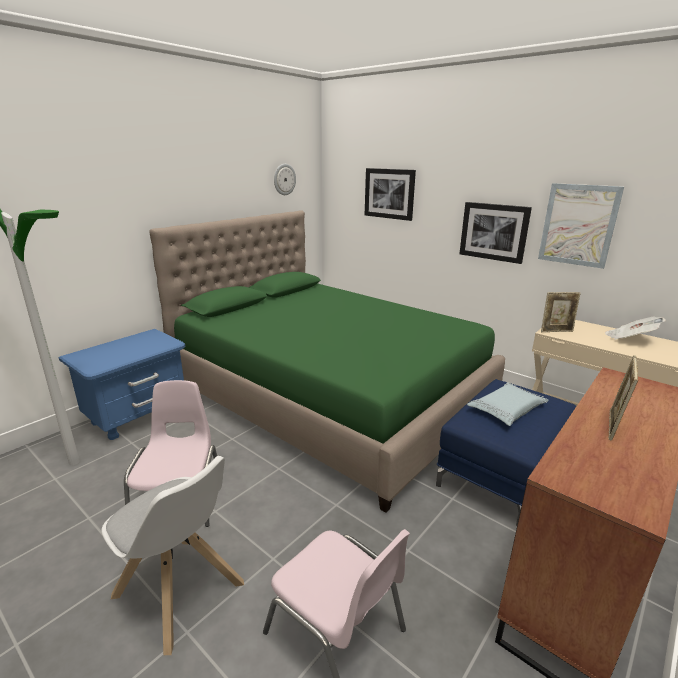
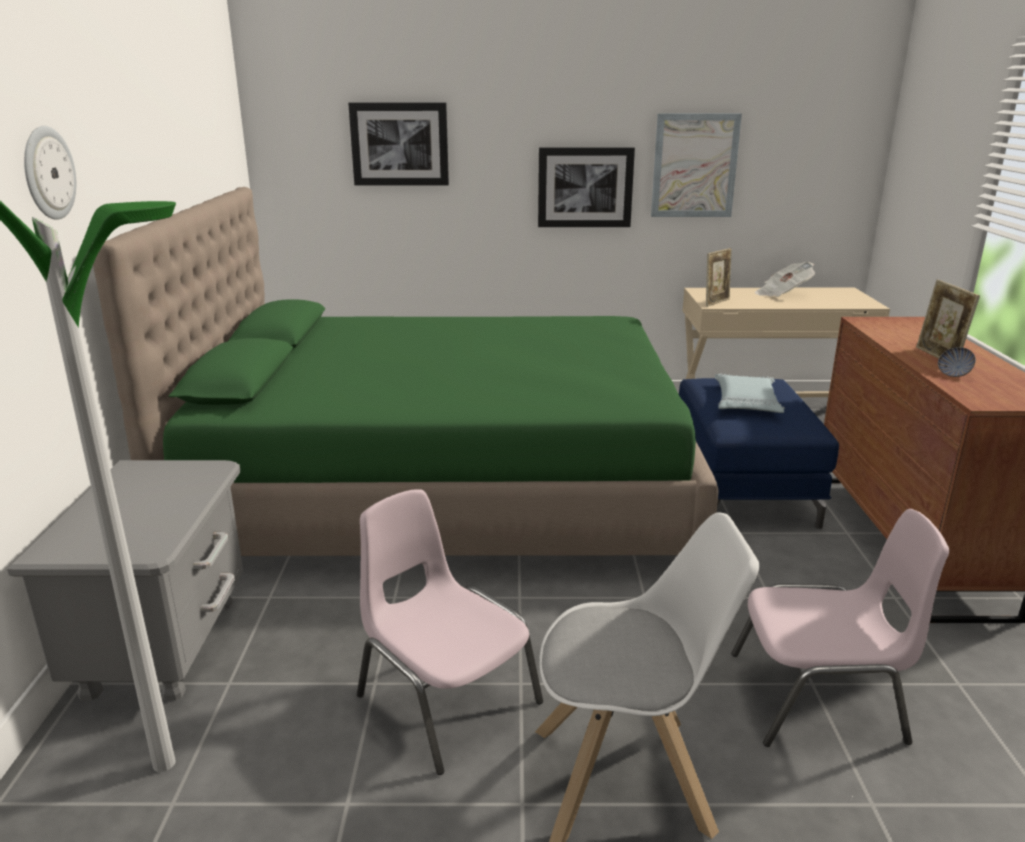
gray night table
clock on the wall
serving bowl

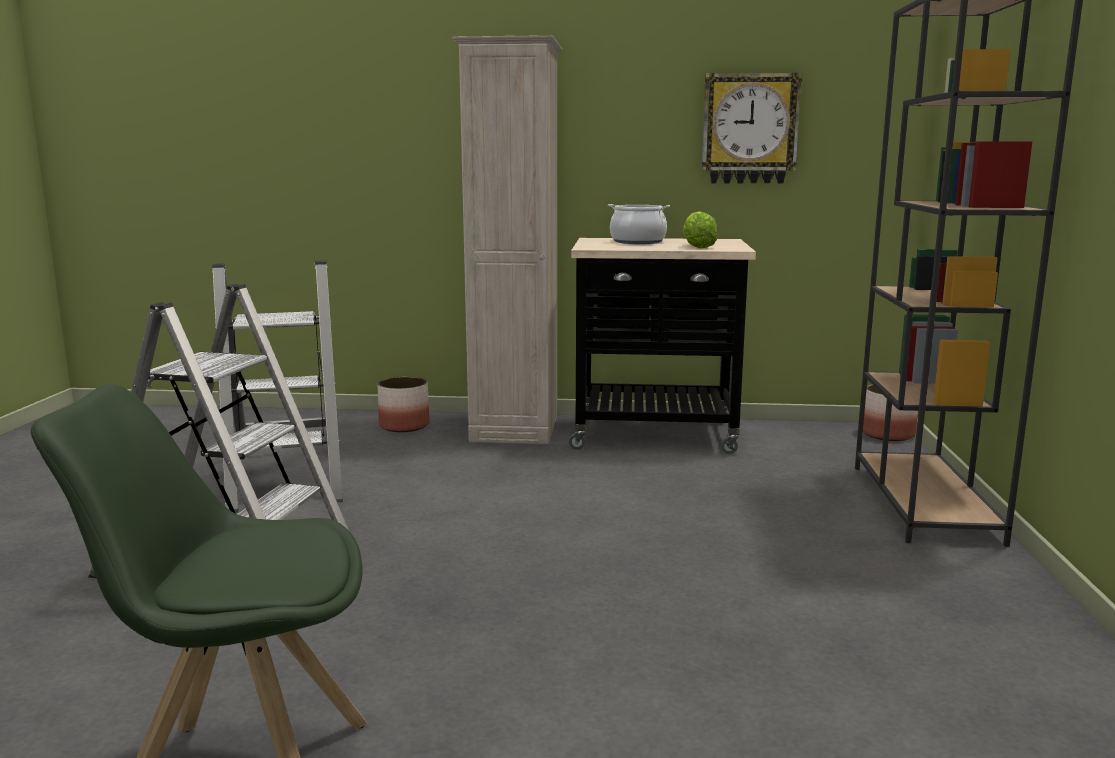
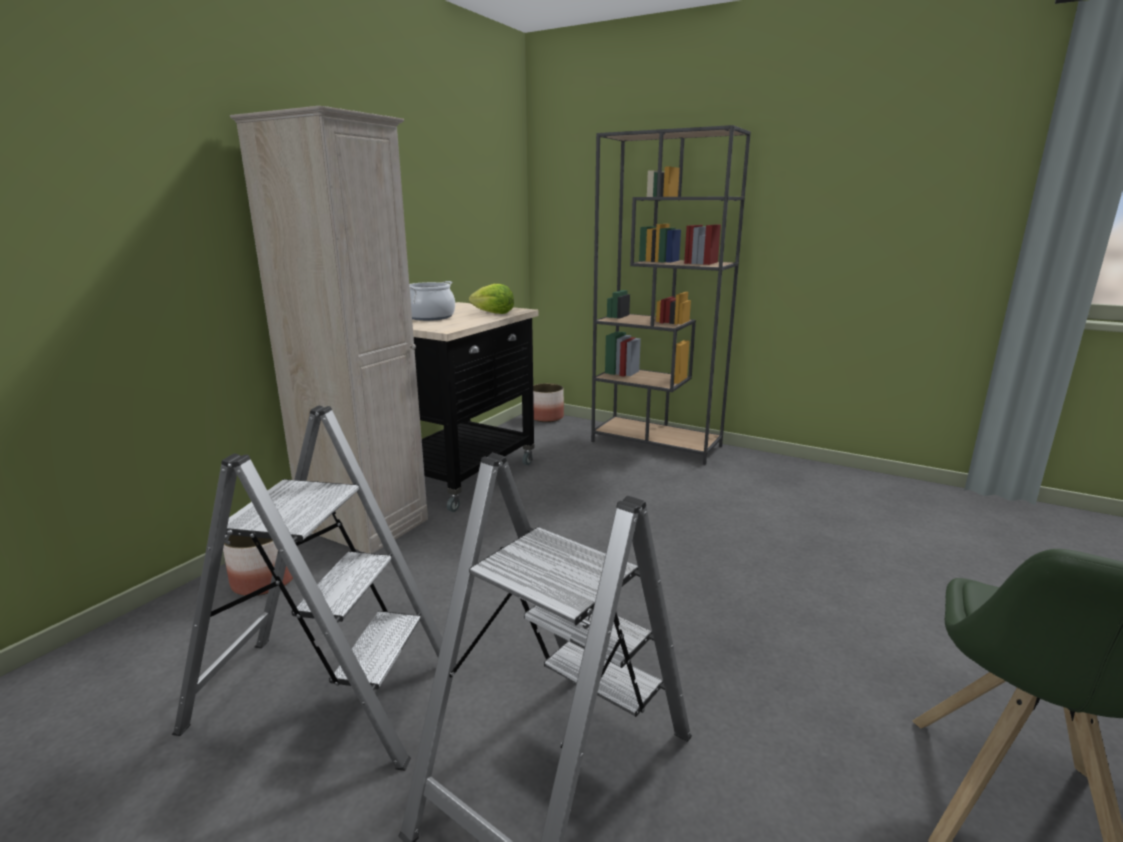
clock on the wall

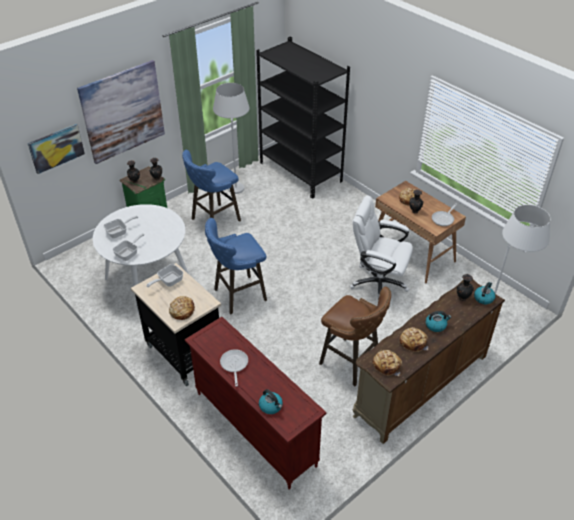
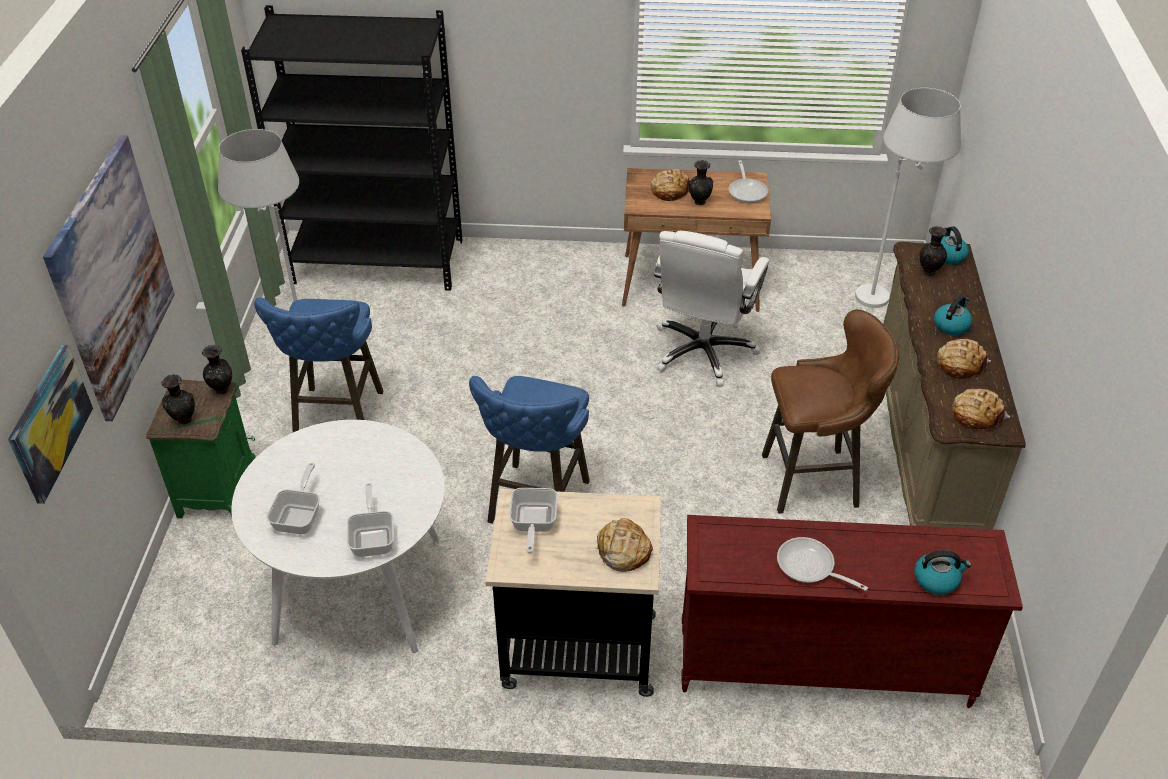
whitish desk chair

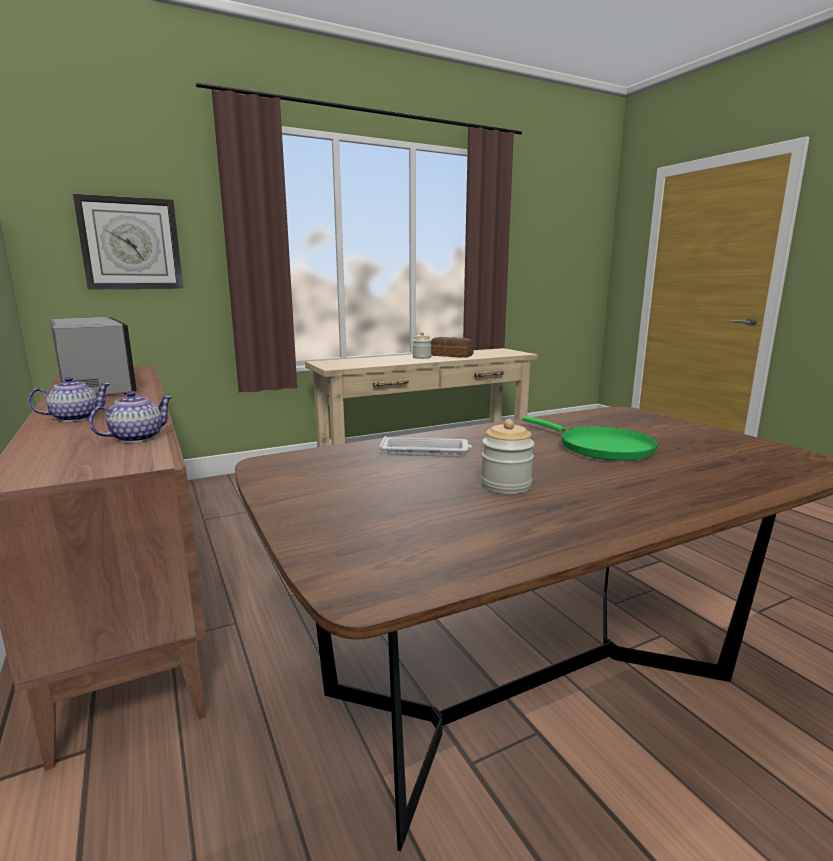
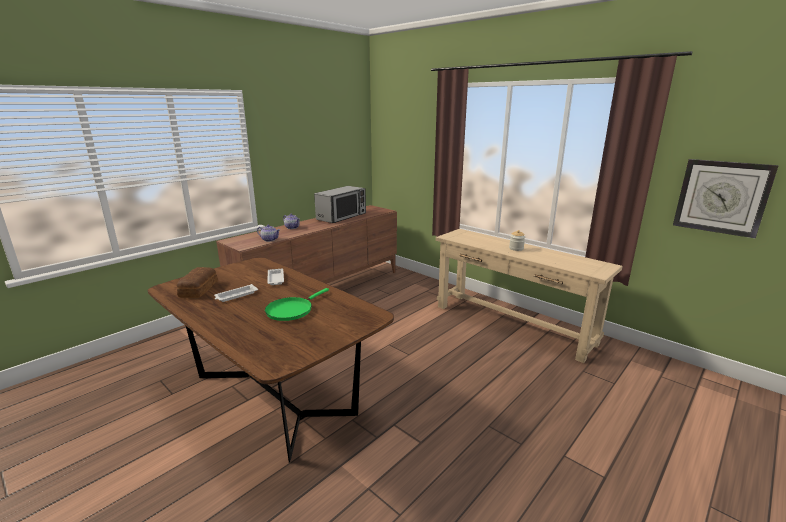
baked bread
whitish serving tray (1st from left)
clock on the wall

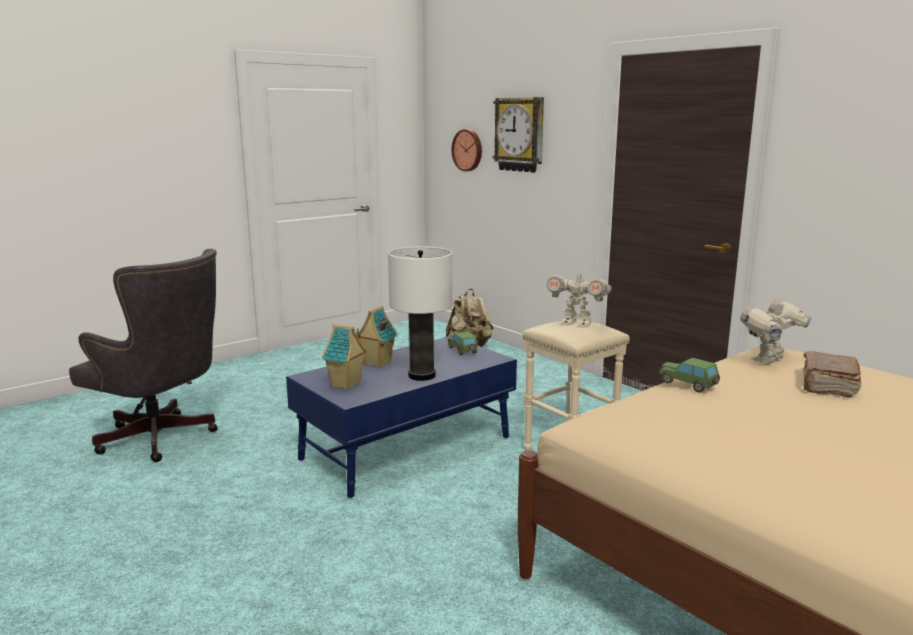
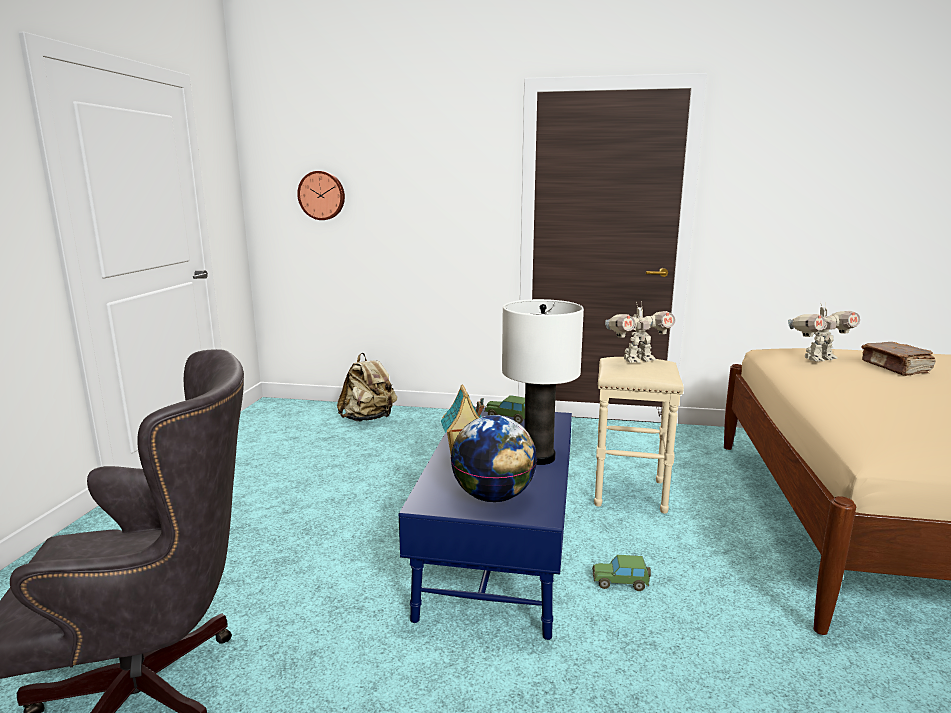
desk globe
toy car (2nd from left)
model robot (2nd from left)
clock on the wall (2nd from left in the first image)

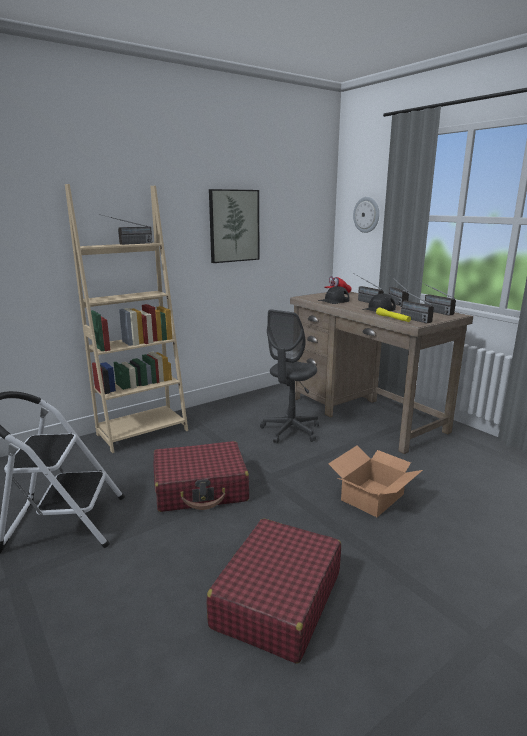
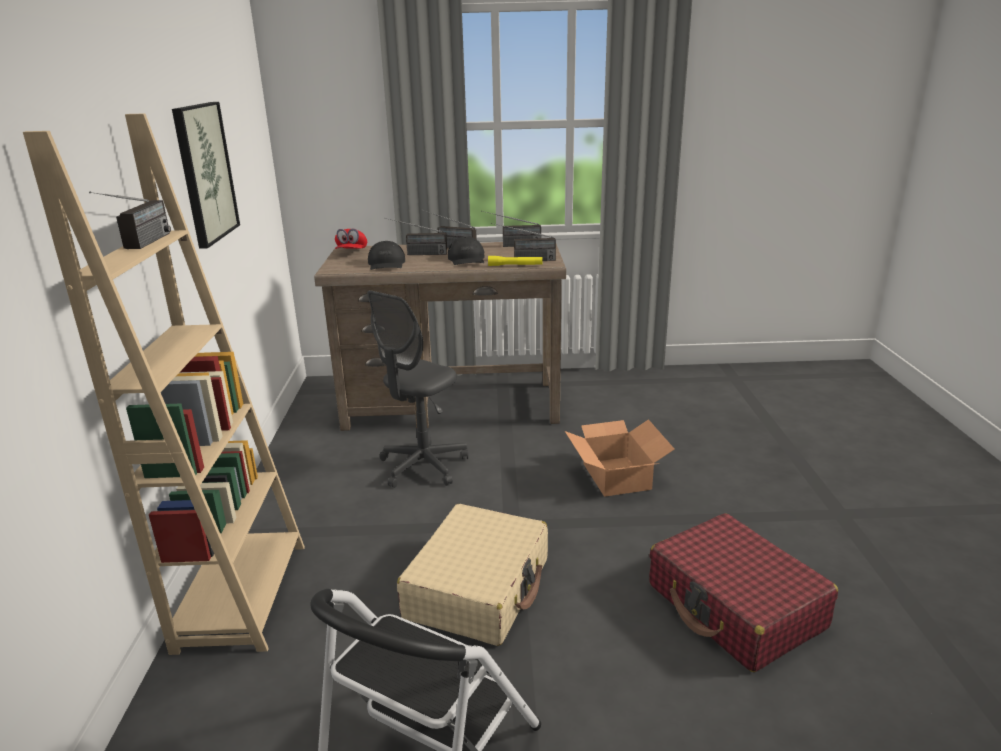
gray desk chair
sand-coloured travel case
clock on the wall

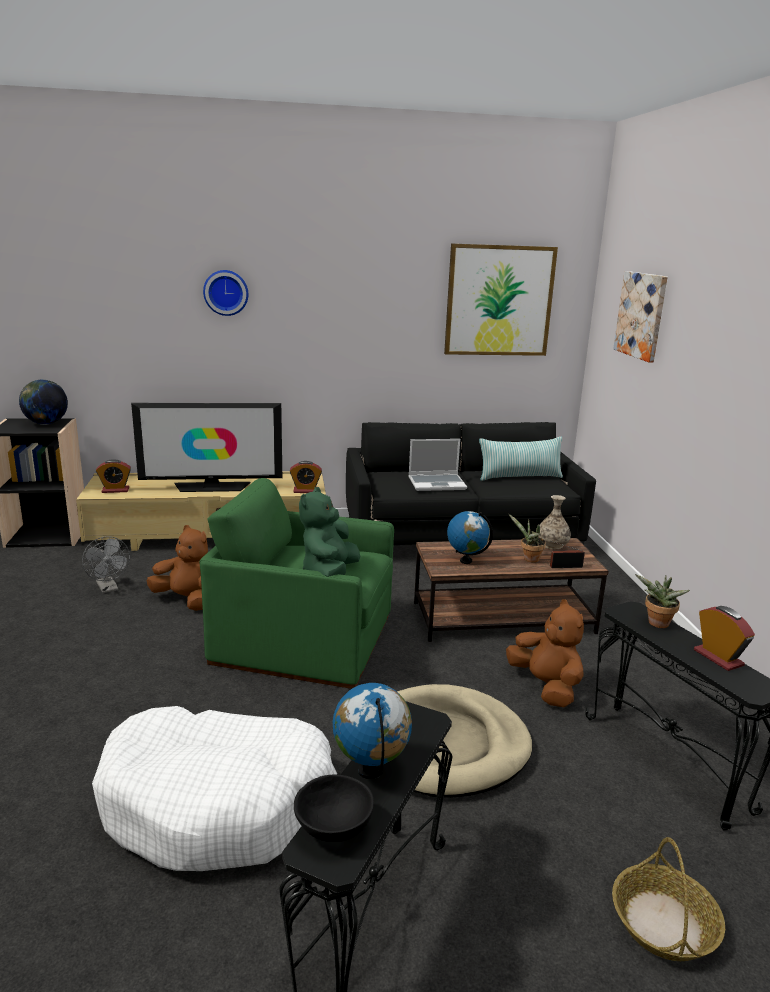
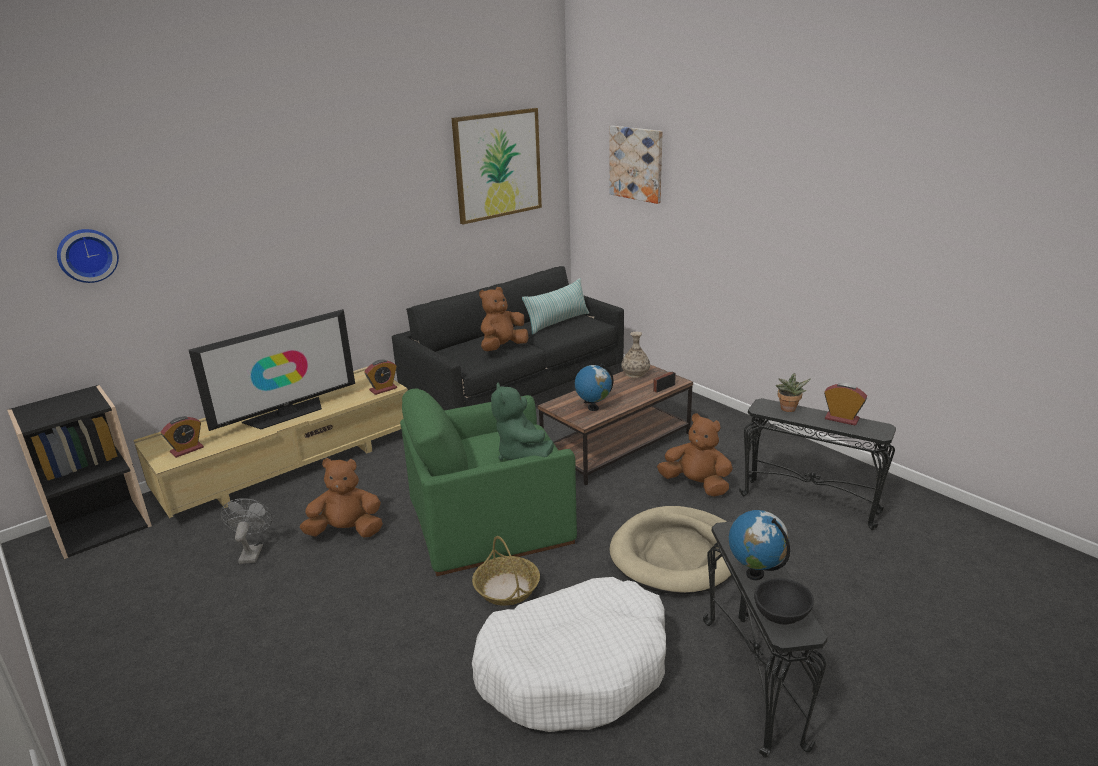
clock on the wall
gray cooling fan
household basket
brown plush toy (2nd from left)
desk globe (1st from left in the first image)
houseplant (1st from left in the first image)

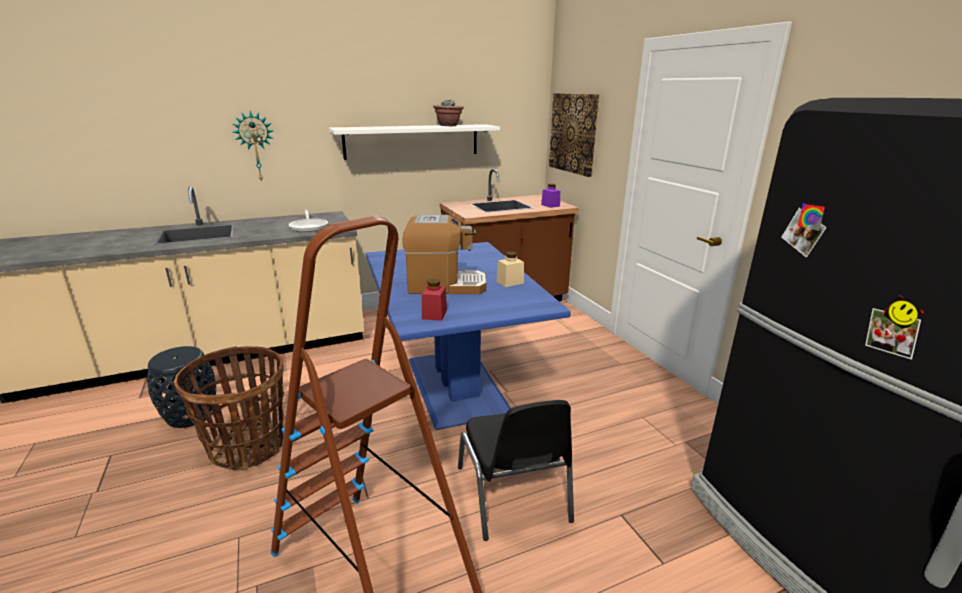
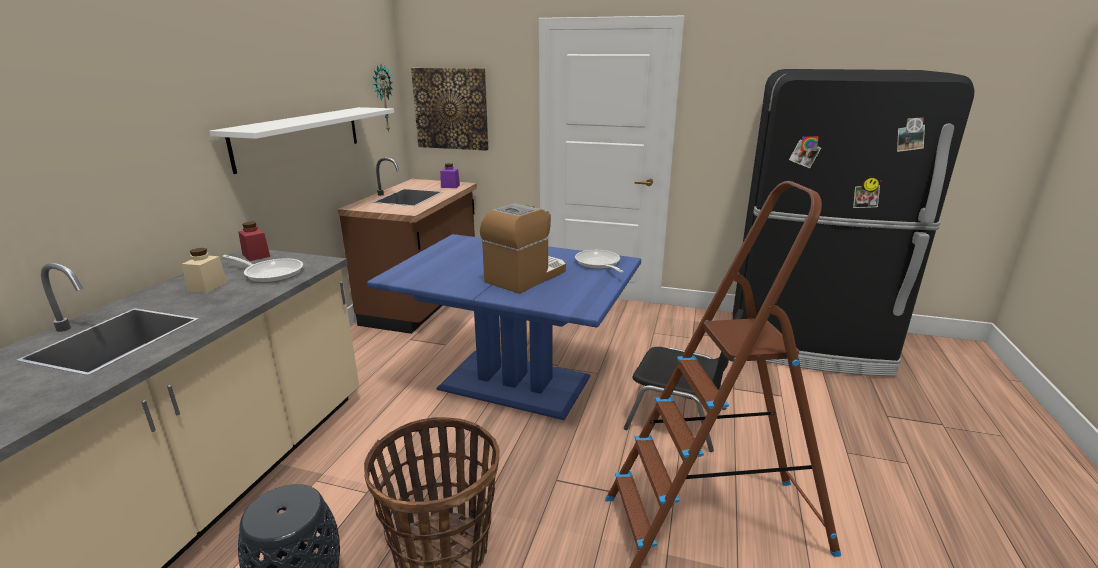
sand-coloured storage jar
red storage jar
clock on the wall
skillet (2nd from left)
houseplant

